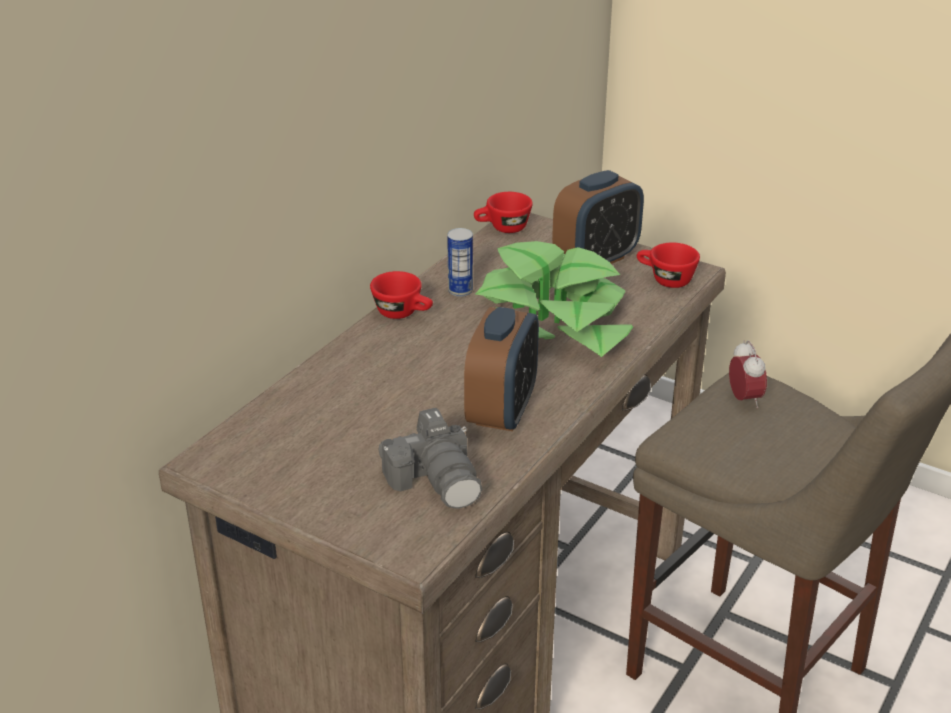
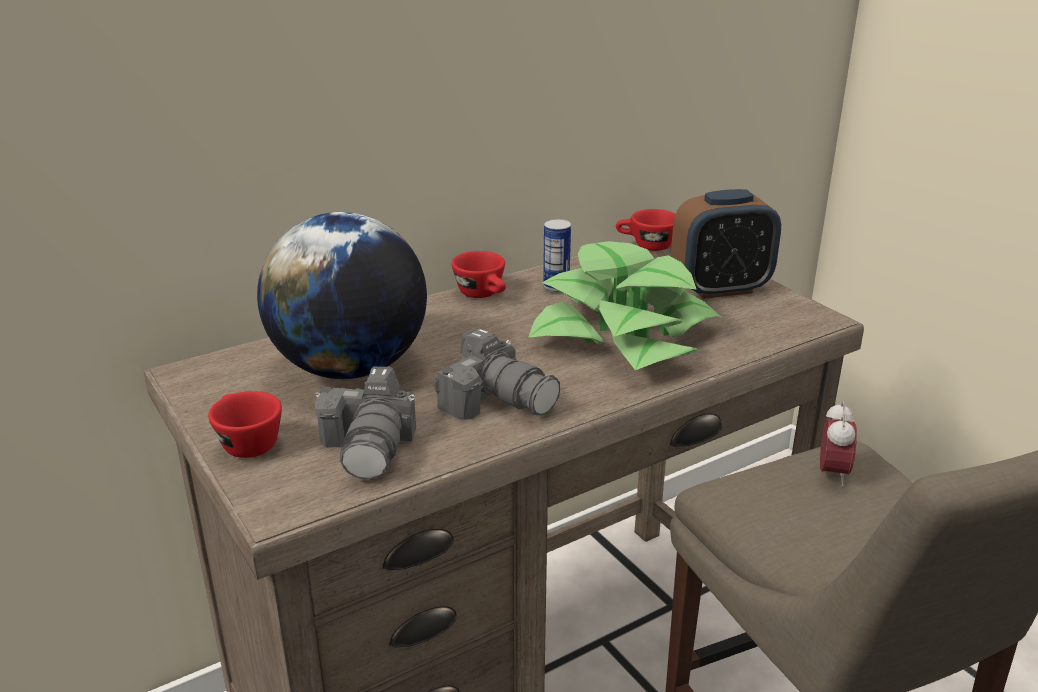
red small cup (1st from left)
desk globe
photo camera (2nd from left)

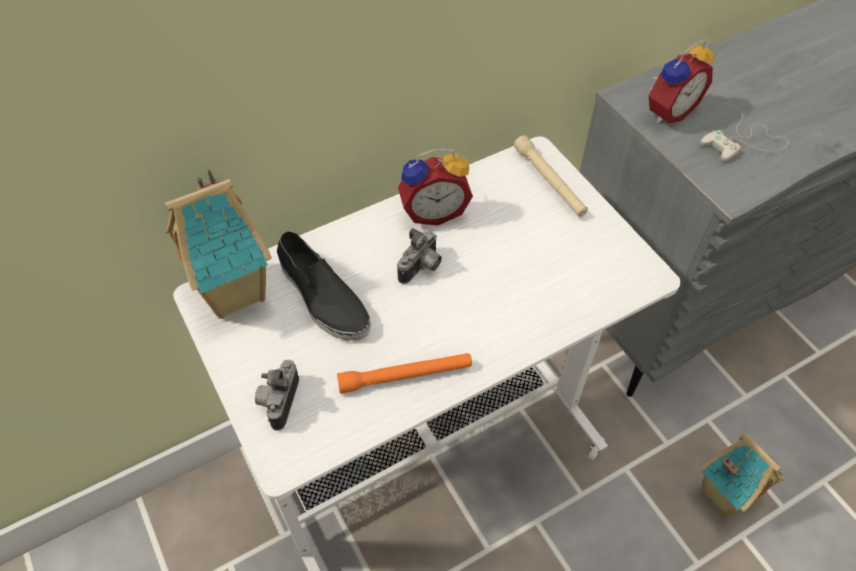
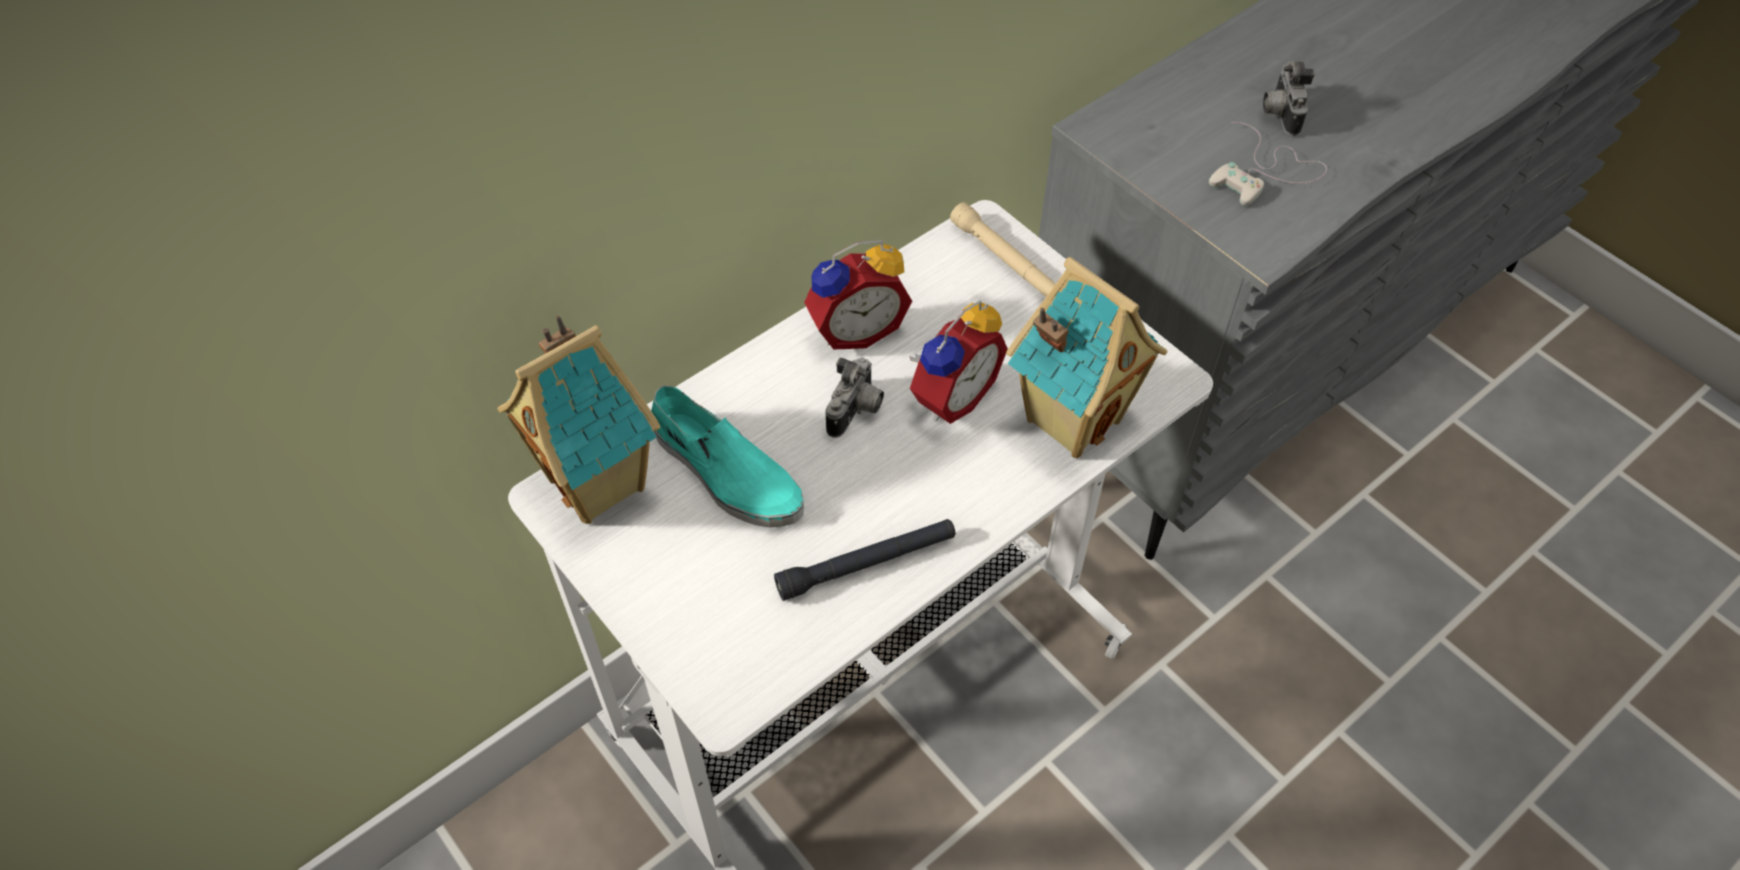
blue-green low shoe
black flashlight
bedside clock (2nd from left)
miniature house (2nd from left)
photo camera (2nd from left)

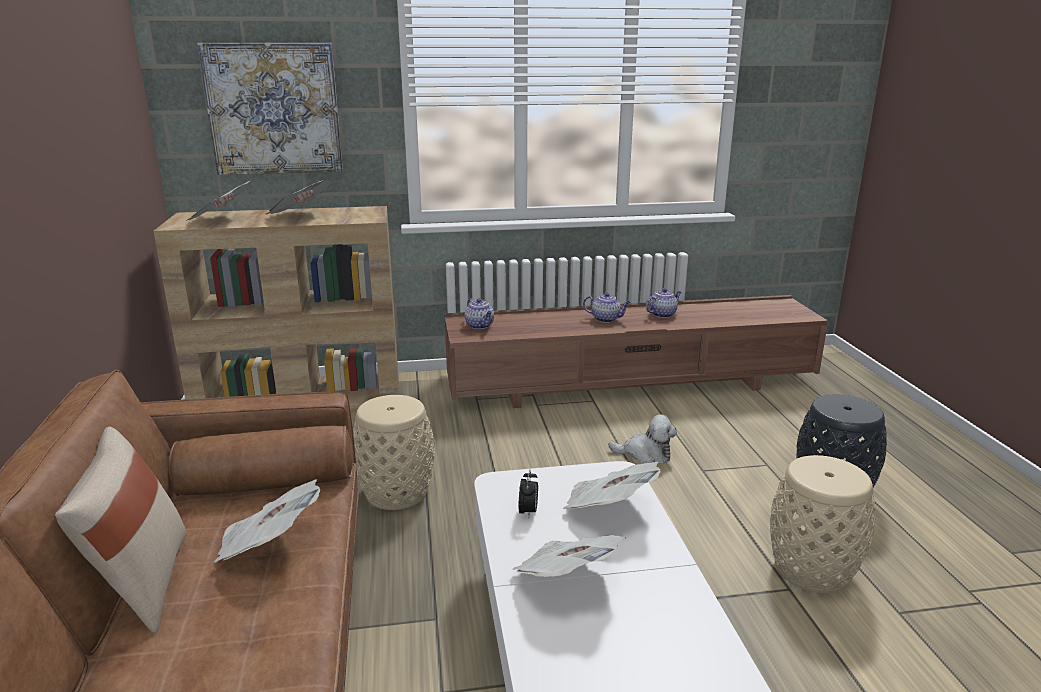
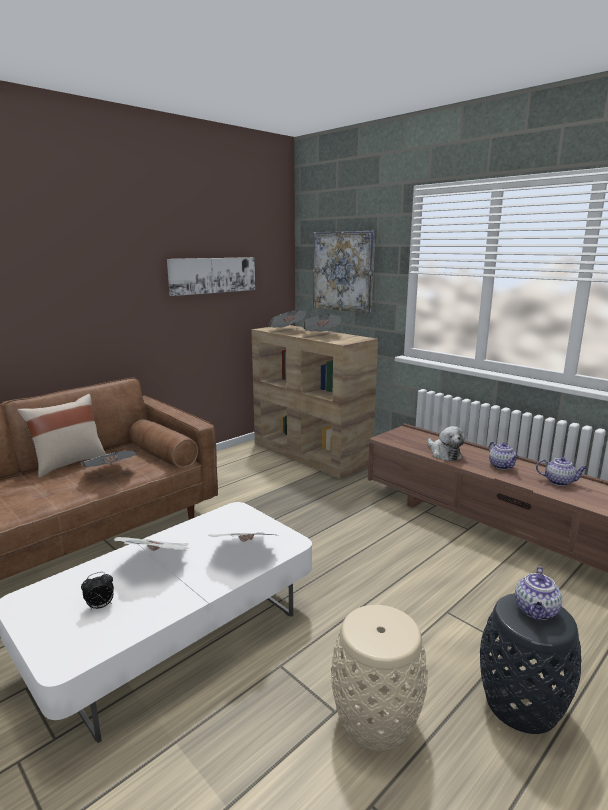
bedside clock
wall picture (1st from left)
plush toy
pot for tea (2nd from left)
sand-coloured stool seat (1st from left in the first image)

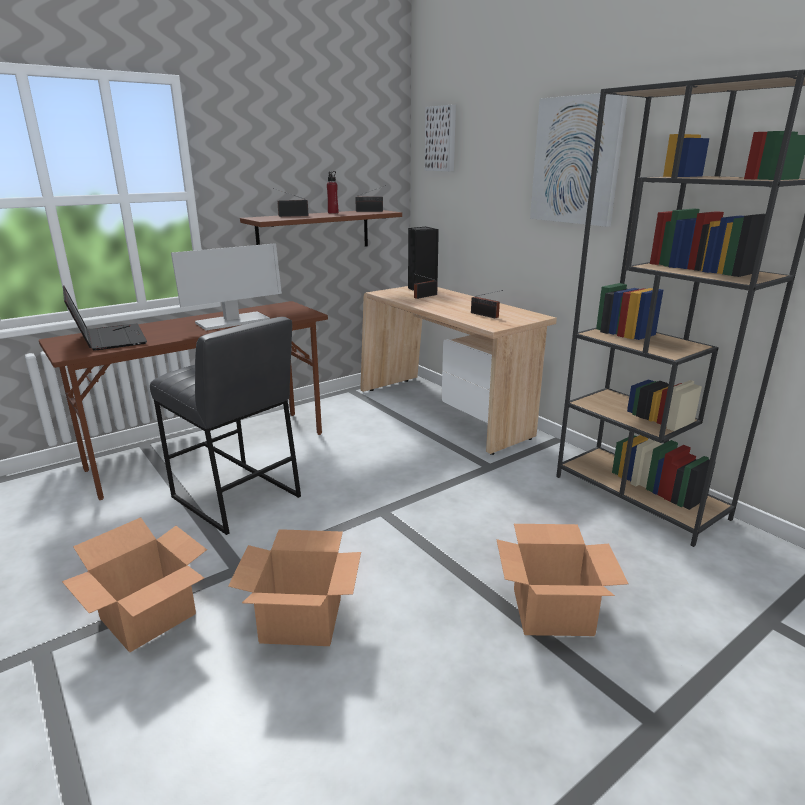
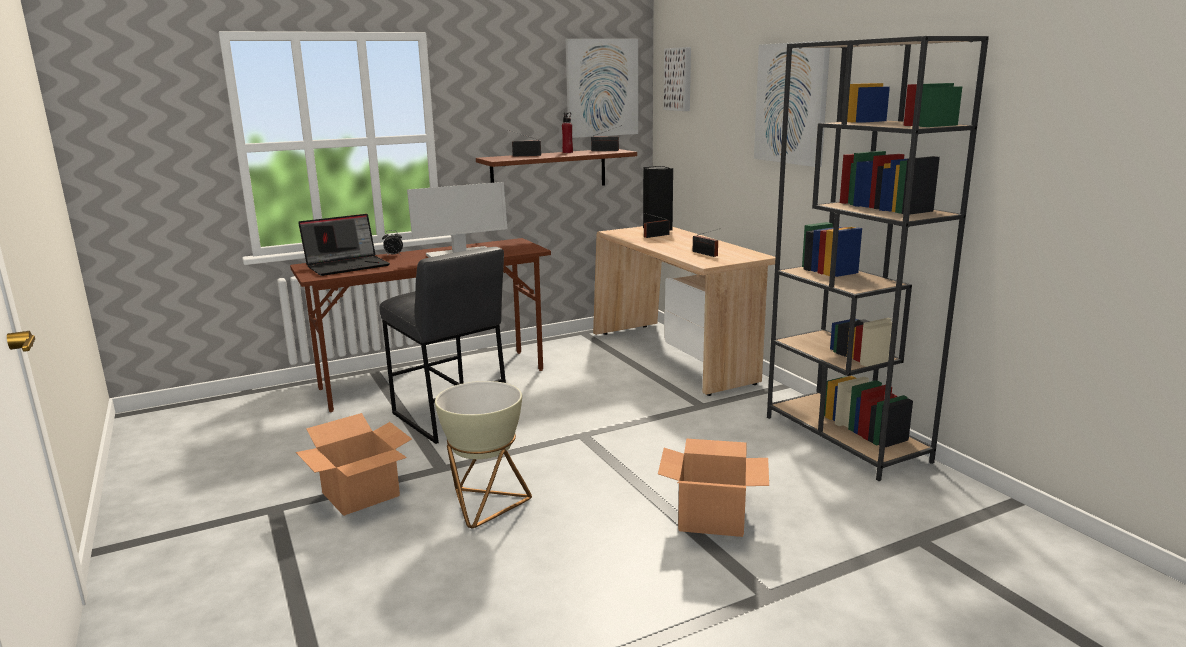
laptop
bedside clock
flower pot
wall picture (1st from left)

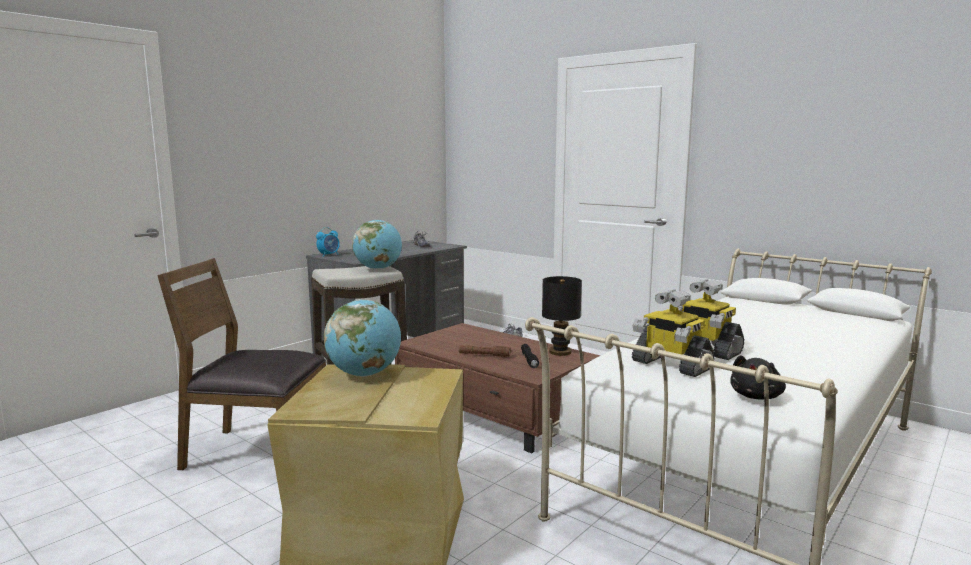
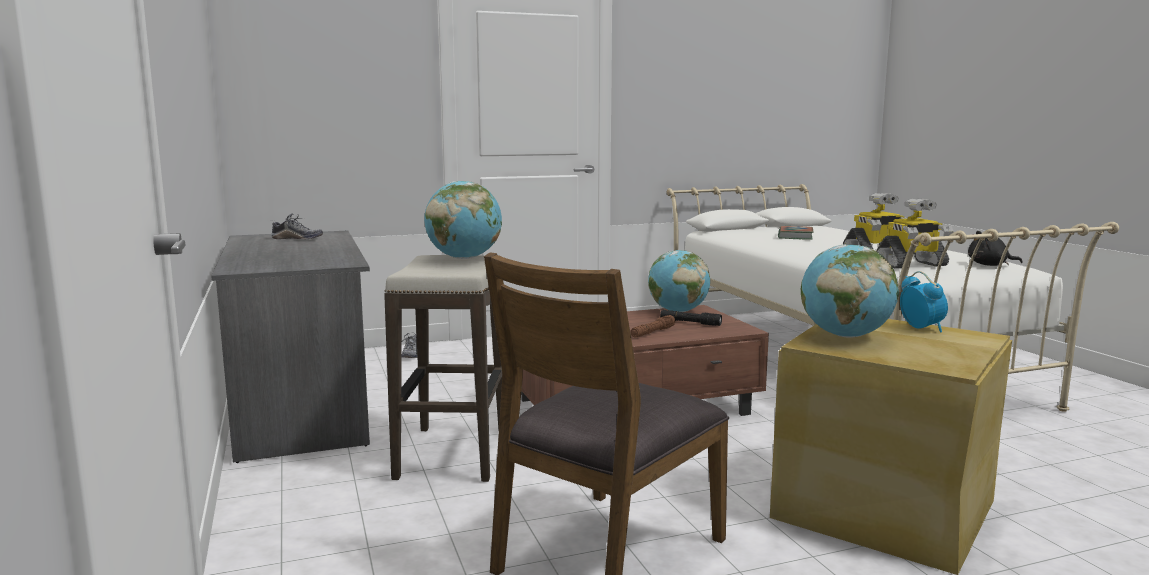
desk globe (2nd from left)
bound book
bedside clock
black plush toy

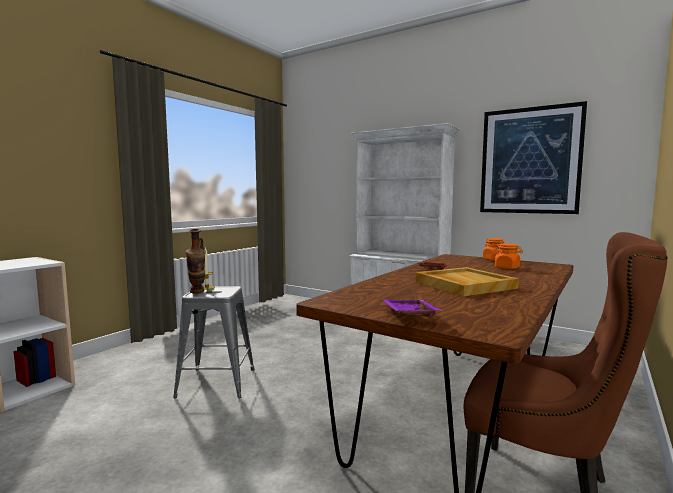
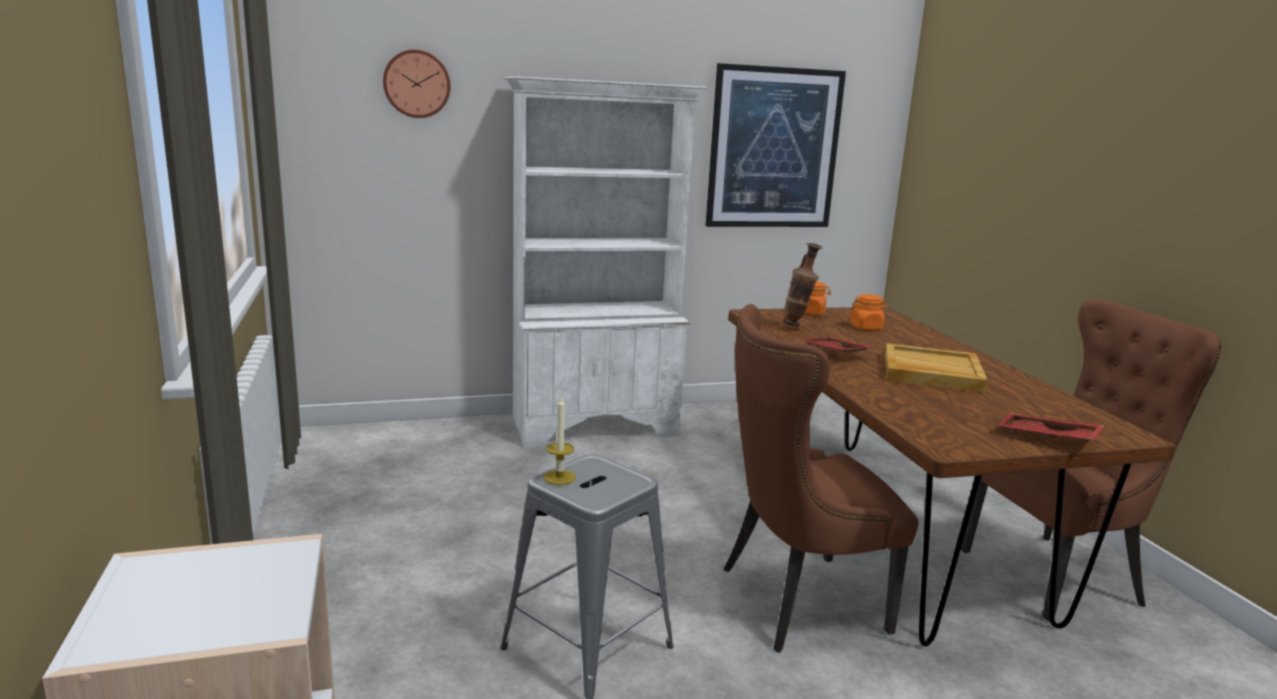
clock on the wall
brown plain chair (1st from left)
vase
red serving tray (2nd from left)

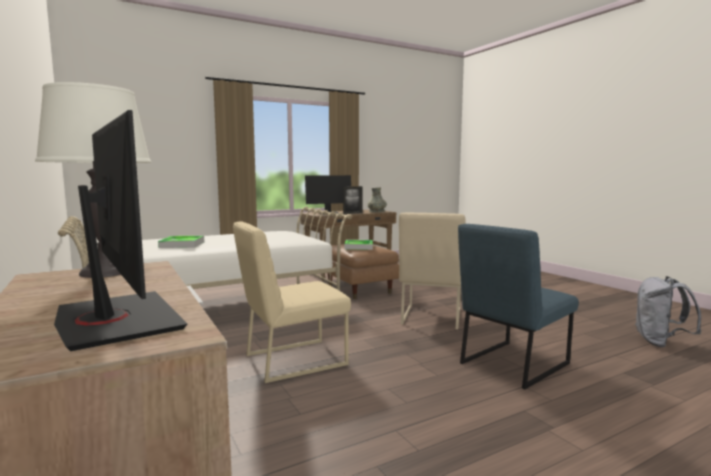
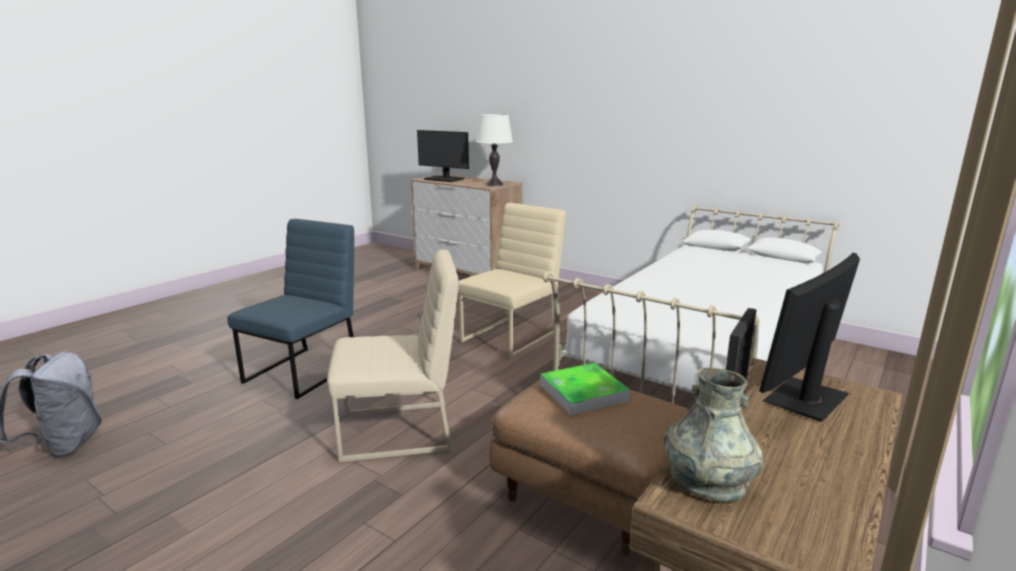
sand-coloured plain chair (1st from left)
serving tray (1st from left in the first image)

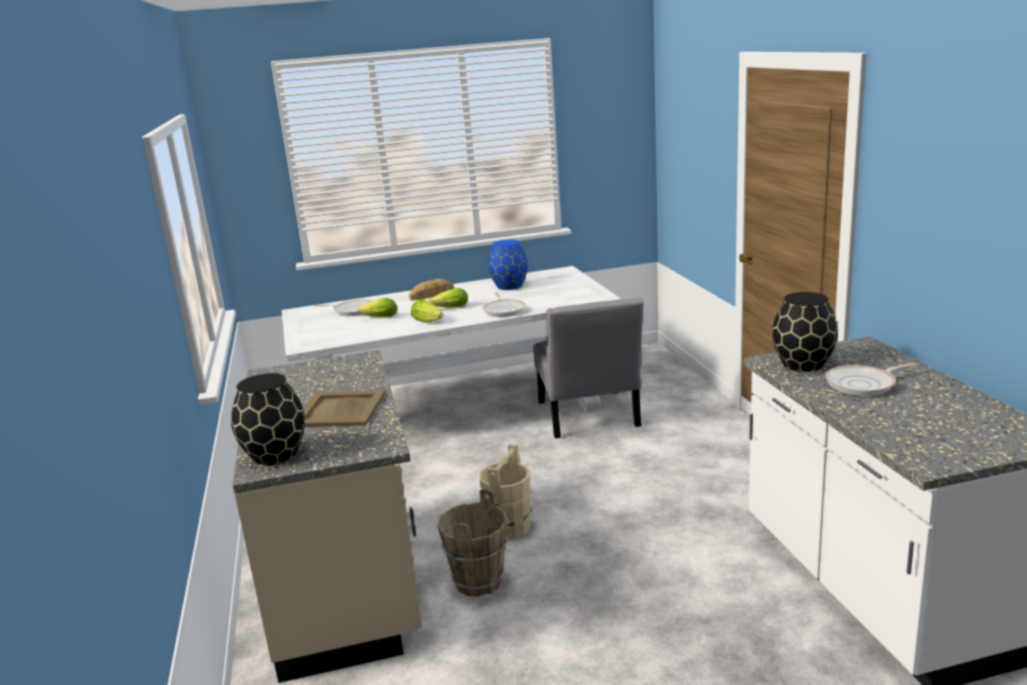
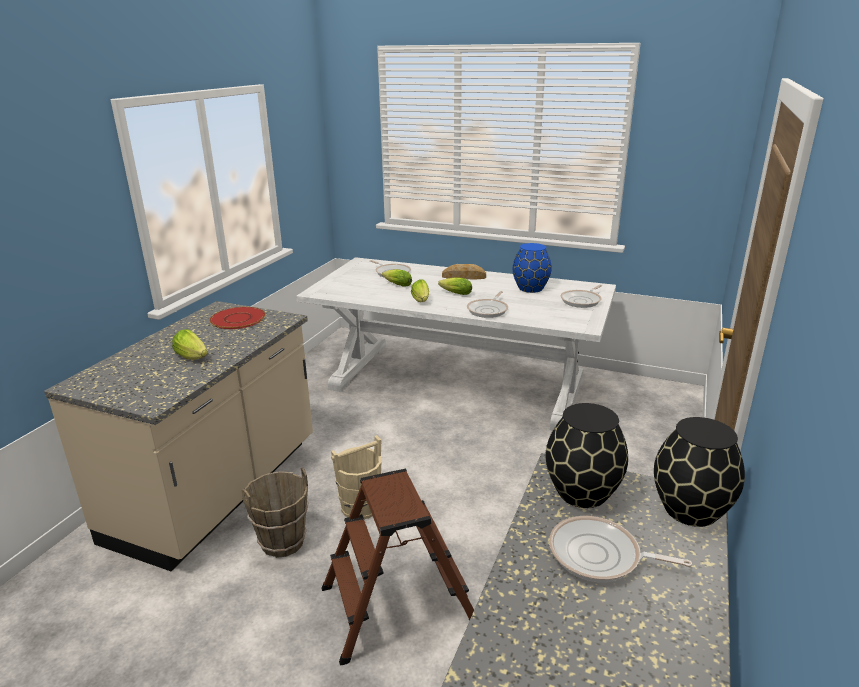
lettuce head (1st from left)
red flat dish
brown step stool
skillet (3rd from left)
black vase (2nd from left)
gray plain chair

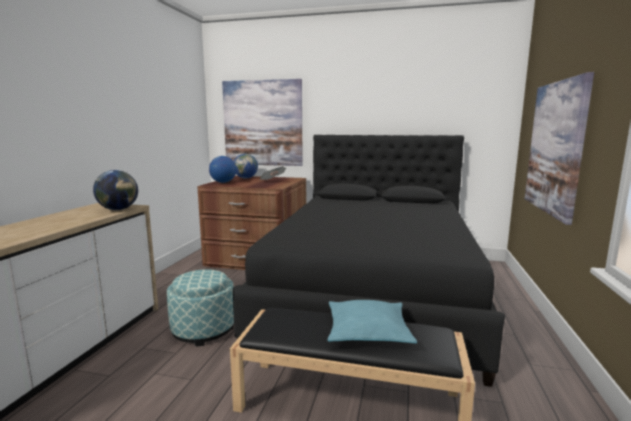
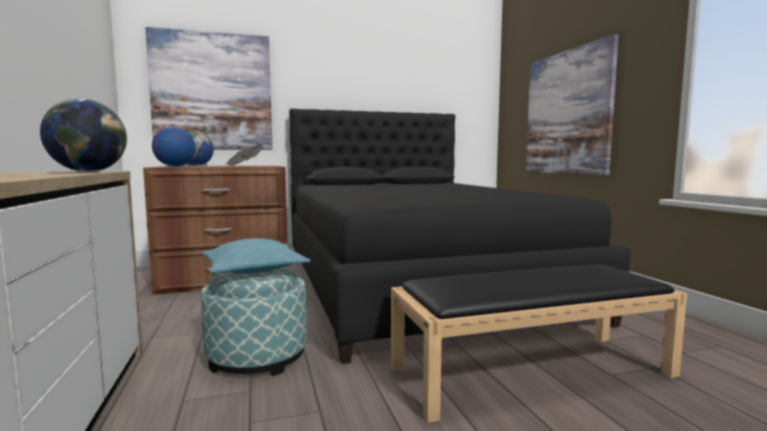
blue-green pillow

